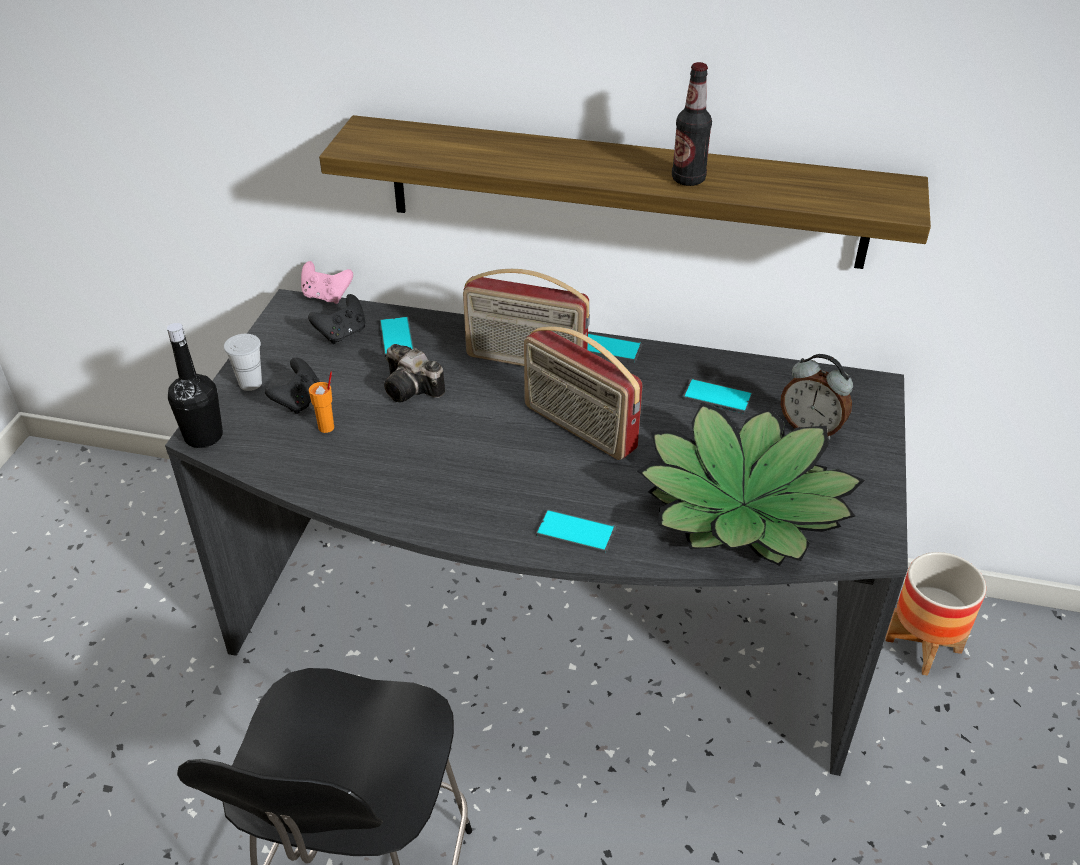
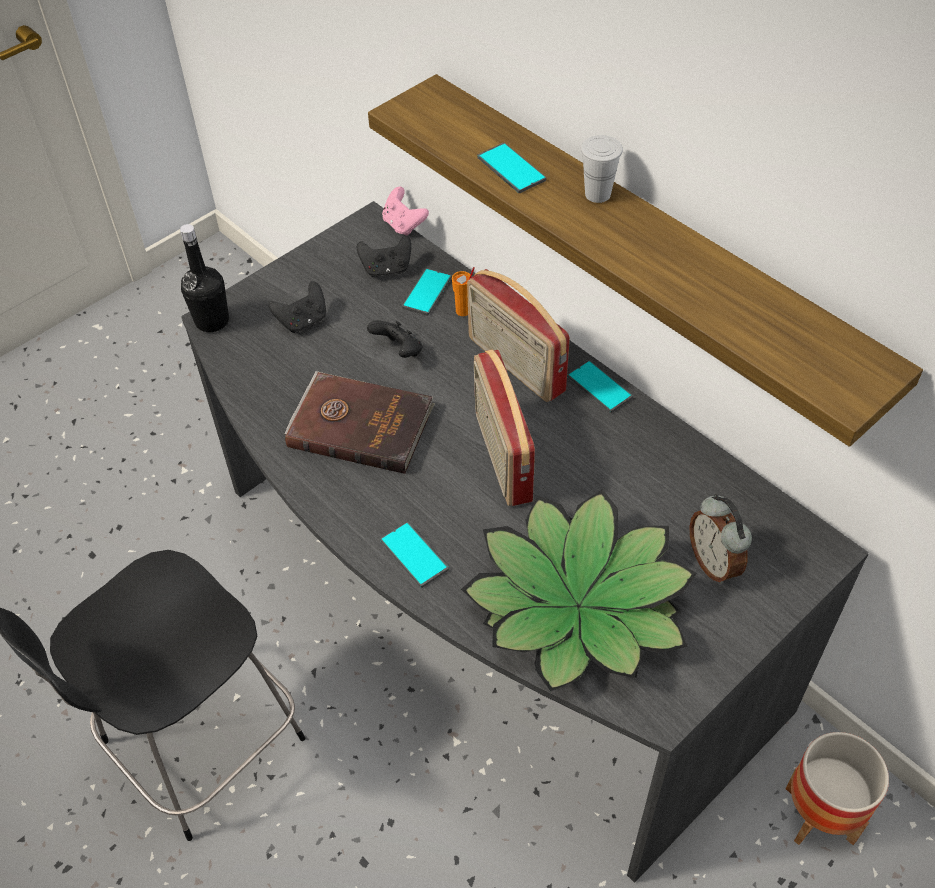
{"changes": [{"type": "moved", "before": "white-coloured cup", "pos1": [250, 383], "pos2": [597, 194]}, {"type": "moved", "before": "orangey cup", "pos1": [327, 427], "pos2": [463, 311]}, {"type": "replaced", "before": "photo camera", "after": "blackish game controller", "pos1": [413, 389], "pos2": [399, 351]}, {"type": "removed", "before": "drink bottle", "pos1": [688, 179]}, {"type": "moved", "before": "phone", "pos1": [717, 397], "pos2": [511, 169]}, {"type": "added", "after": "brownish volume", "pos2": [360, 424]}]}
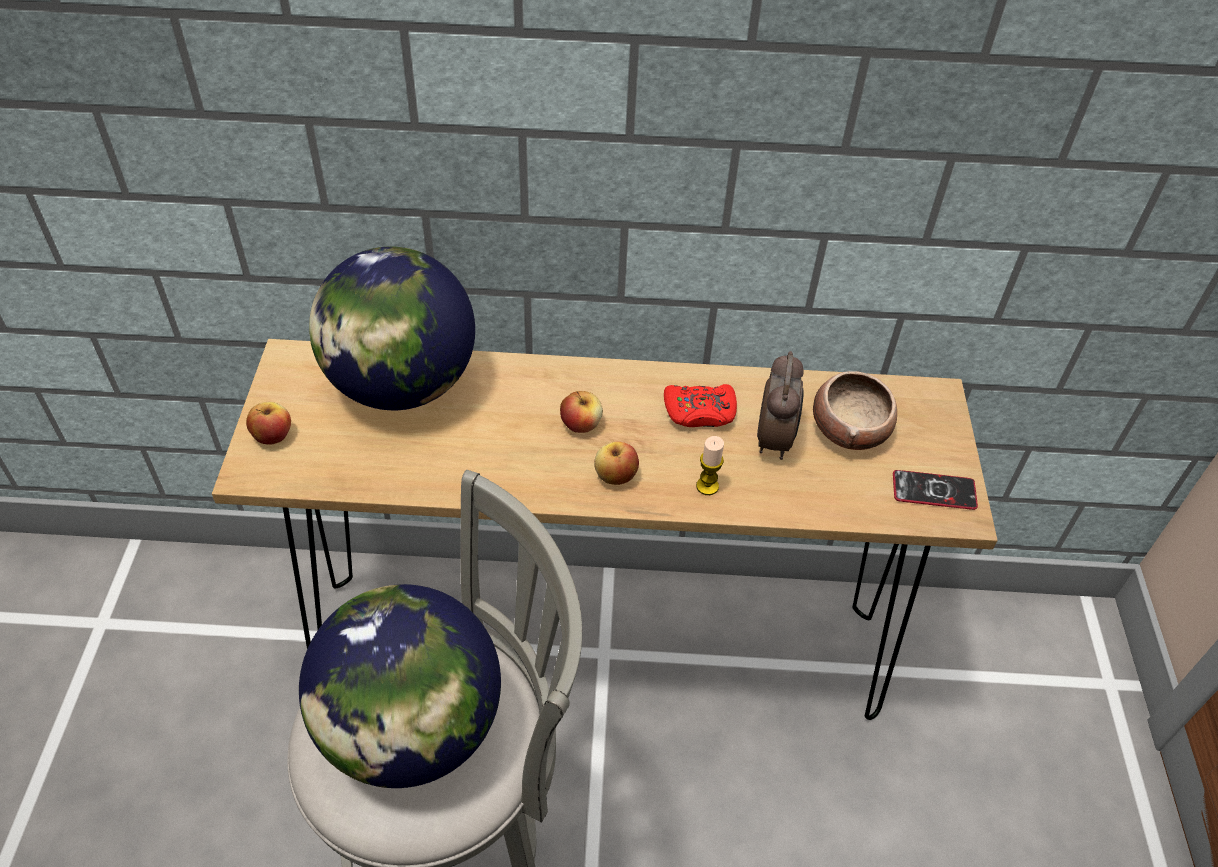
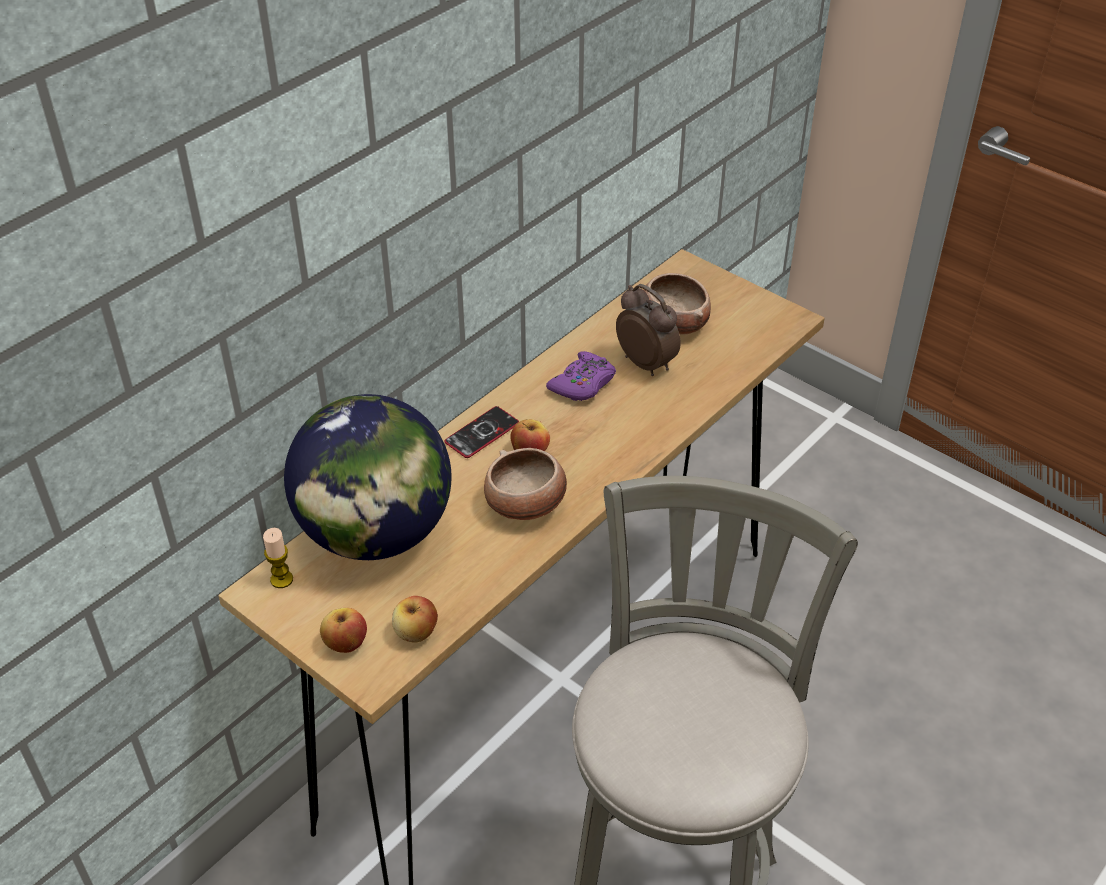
{"changes": [{"type": "removed", "before": "world globe", "pos1": [411, 730]}, {"type": "moved", "before": "apple", "pos1": [615, 476], "pos2": [416, 632]}, {"type": "recoloured", "before": "reddish game controller", "after": "purple-coloured game controller", "pos1": [700, 412], "pos2": [583, 384]}, {"type": "moved", "before": "candle", "pos1": [707, 486], "pos2": [281, 579]}, {"type": "moved", "before": "phone", "pos1": [934, 491], "pos2": [482, 433]}, {"type": "added", "after": "serving bowl", "pos2": [526, 505]}]}
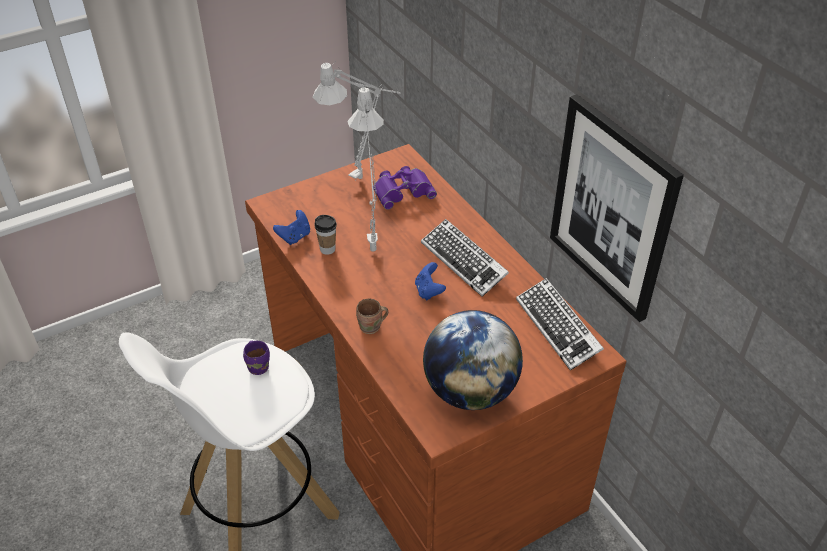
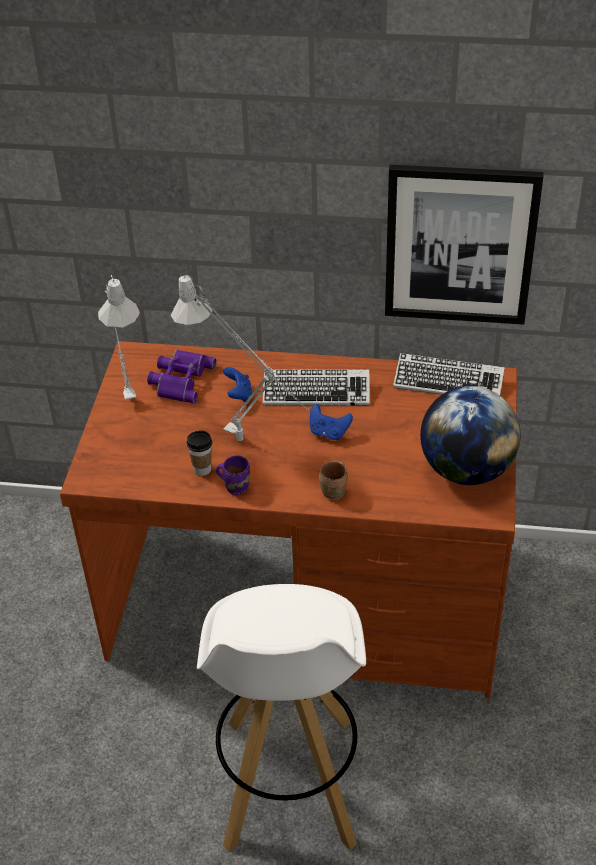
{"changes": [{"type": "moved", "before": "purple-coloured coffee mug", "pos1": [259, 366], "pos2": [236, 486]}, {"type": "moved", "before": "blue game controller", "pos1": [294, 237], "pos2": [239, 395]}]}
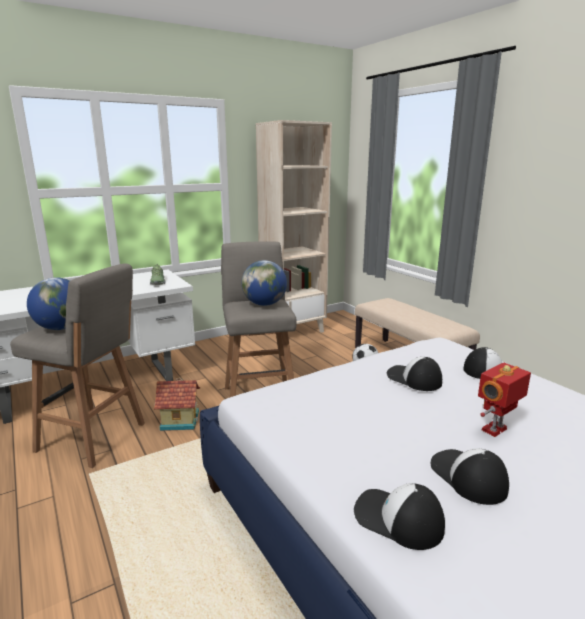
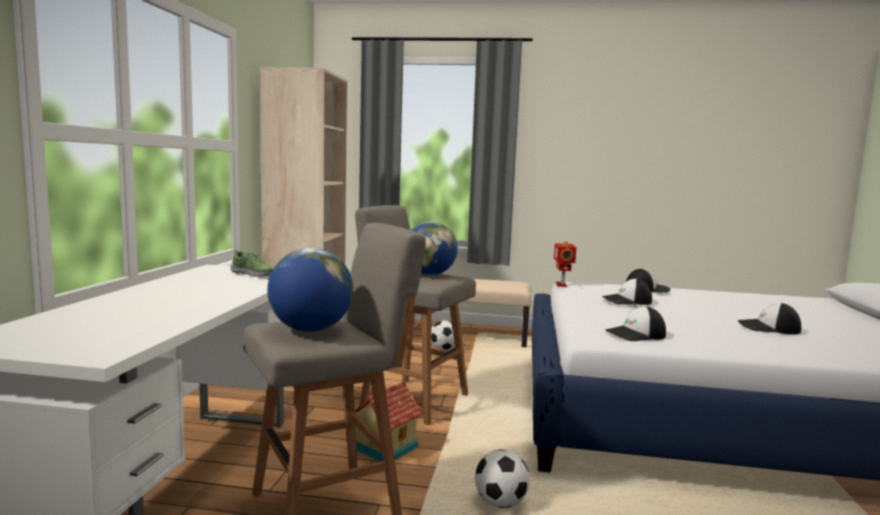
{"changes": [{"type": "moved", "before": "cap", "pos1": [397, 519], "pos2": [635, 334]}, {"type": "moved", "before": "robot figure", "pos1": [496, 430], "pos2": [562, 285]}, {"type": "added", "after": "football ball", "pos2": [500, 503]}]}
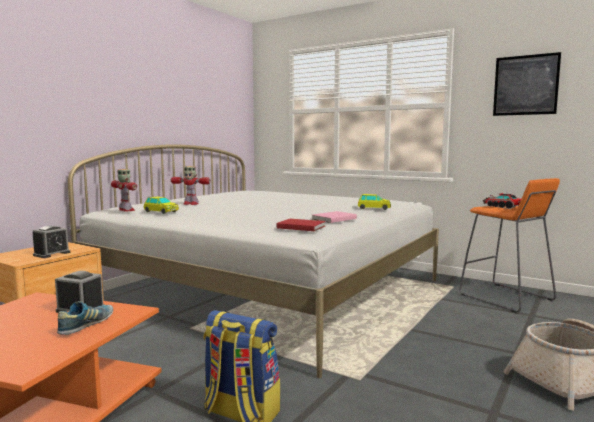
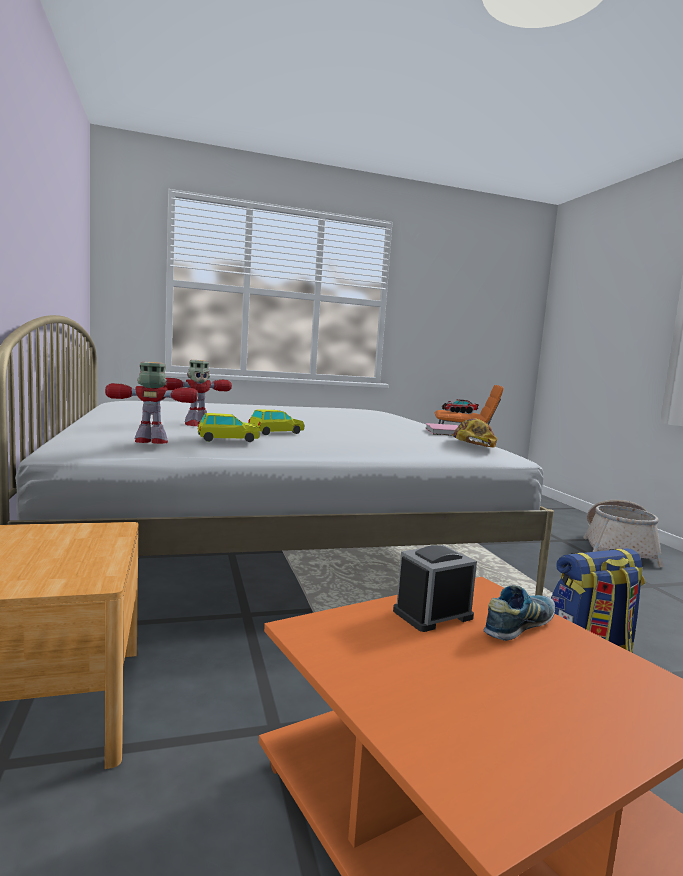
{"changes": [{"type": "removed", "before": "alarm clock", "pos1": [52, 254]}, {"type": "turned", "before": "low shoe", "pos1": [86, 325], "pos2": [519, 626], "turn": 75}, {"type": "replaced", "before": "reddish volume", "after": "cap", "pos1": [300, 227], "pos2": [472, 443]}, {"type": "moved", "before": "miniature car", "pos1": [374, 208], "pos2": [276, 432]}, {"type": "removed", "before": "picture", "pos1": [525, 85]}]}
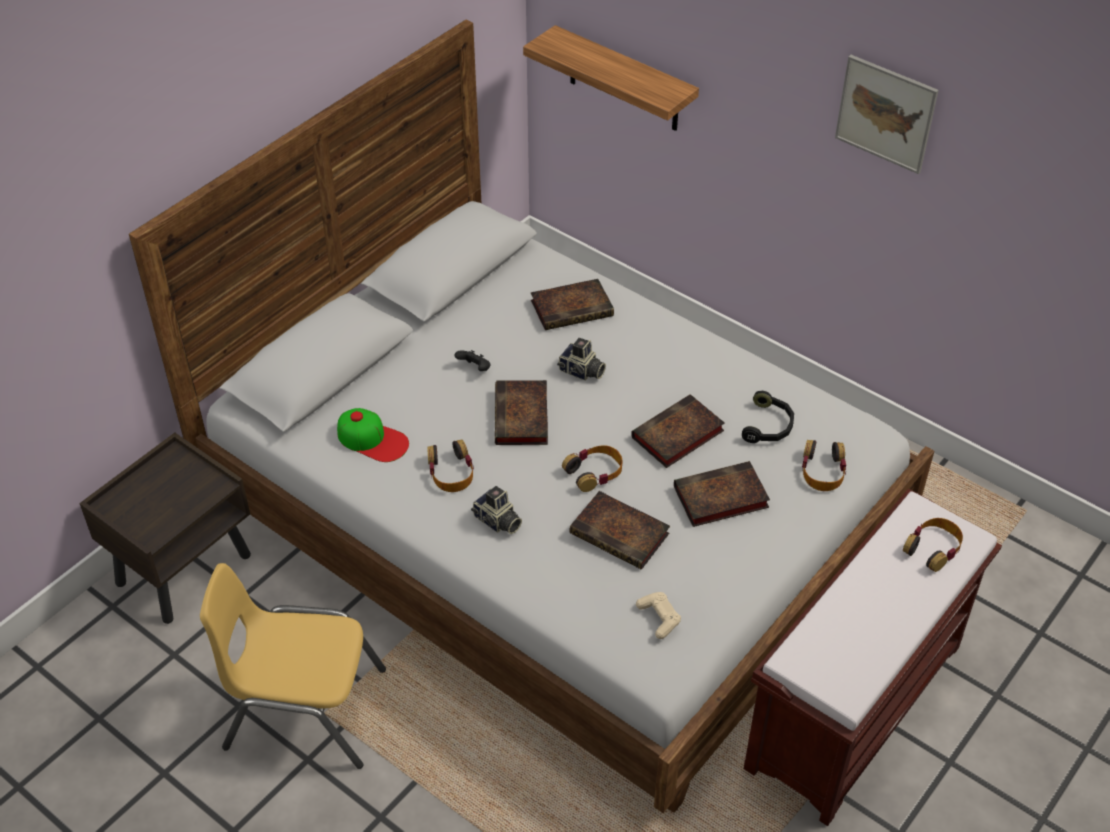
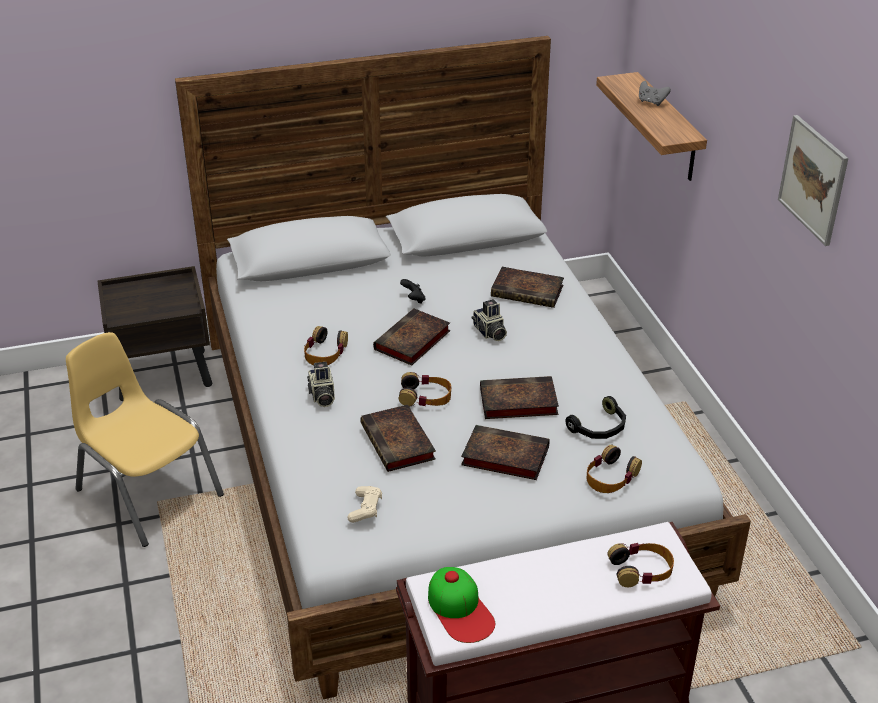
{"changes": [{"type": "moved", "before": "cap", "pos1": [372, 439], "pos2": [460, 609]}, {"type": "added", "after": "grey game controller", "pos2": [651, 102]}]}
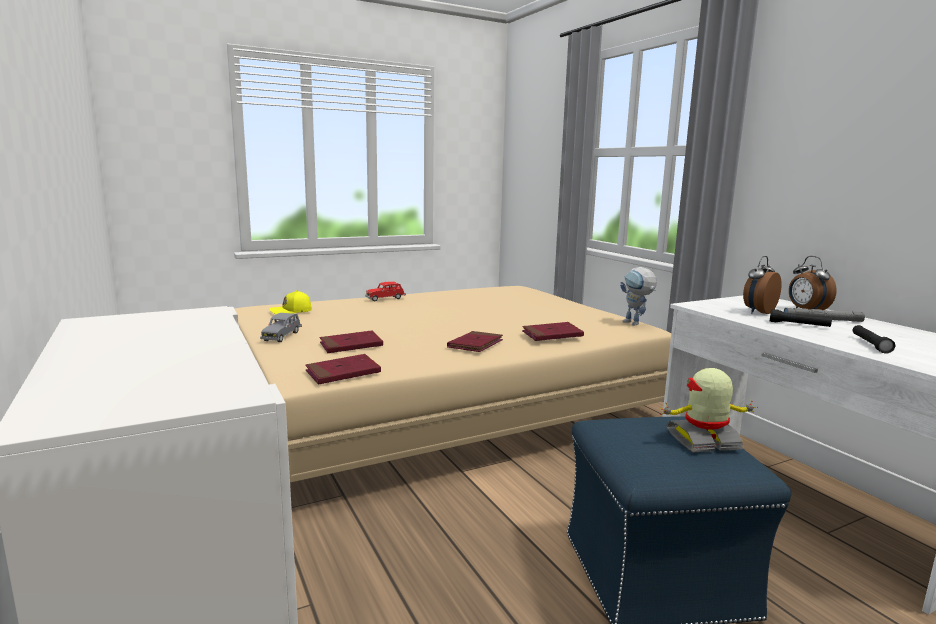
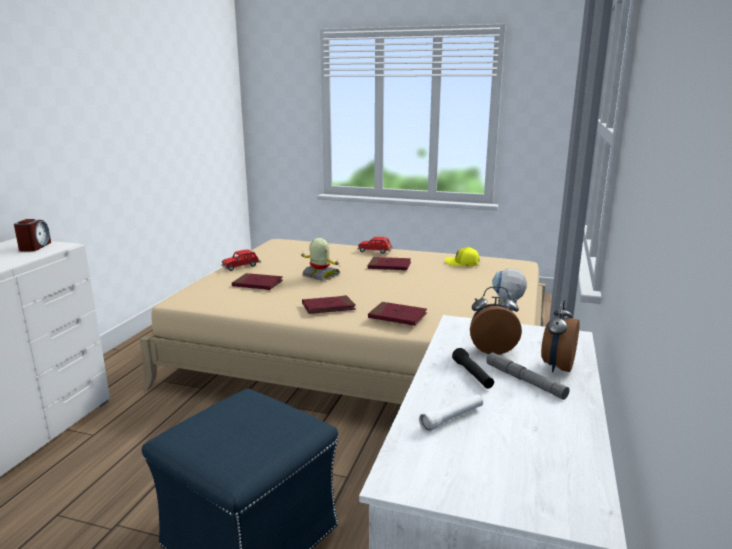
{"changes": [{"type": "recoloured", "before": "grey miniature car", "after": "reddish miniature car", "pos1": [282, 336], "pos2": [241, 267]}, {"type": "moved", "before": "yellow cap", "pos1": [291, 311], "pos2": [462, 263]}, {"type": "moved", "before": "reddish volume", "pos1": [343, 373], "pos2": [389, 266]}, {"type": "moved", "before": "robot figure", "pos1": [703, 441], "pos2": [320, 275]}, {"type": "recoloured", "before": "blackish flashlight", "after": "white-coloured flashlight", "pos1": [870, 344], "pos2": [452, 419]}, {"type": "added", "after": "alarm clock", "pos2": [35, 247]}]}
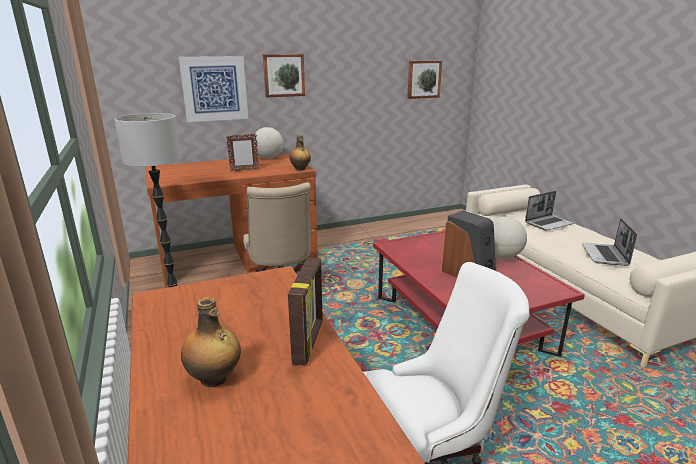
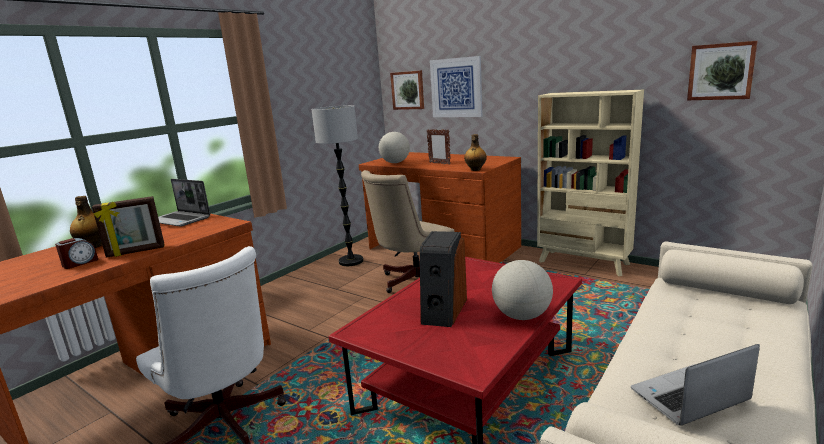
{"changes": [{"type": "moved", "before": "world globe", "pos1": [268, 158], "pos2": [395, 163]}, {"type": "moved", "before": "picture", "pos1": [284, 75], "pos2": [408, 90]}, {"type": "moved", "before": "portable computer", "pos1": [548, 223], "pos2": [180, 220]}, {"type": "added", "after": "alarm clock", "pos2": [80, 263]}, {"type": "added", "after": "beige bookcase", "pos2": [583, 263]}]}
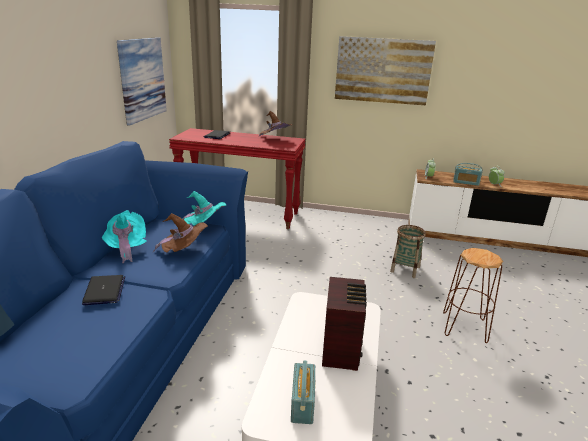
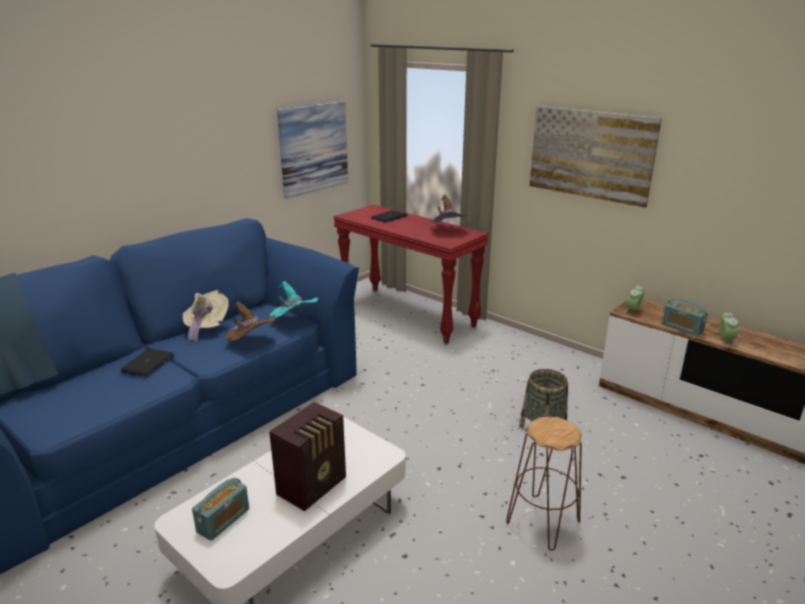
{"changes": [{"type": "recoloured", "before": "turquoise wearable hat", "after": "beige wearable hat", "pos1": [125, 248], "pos2": [205, 327]}]}
